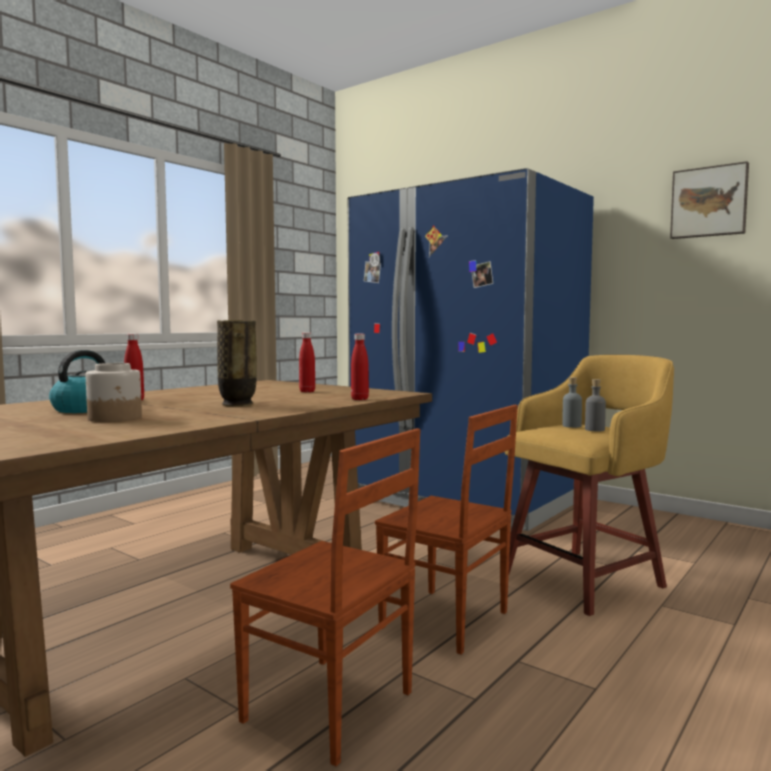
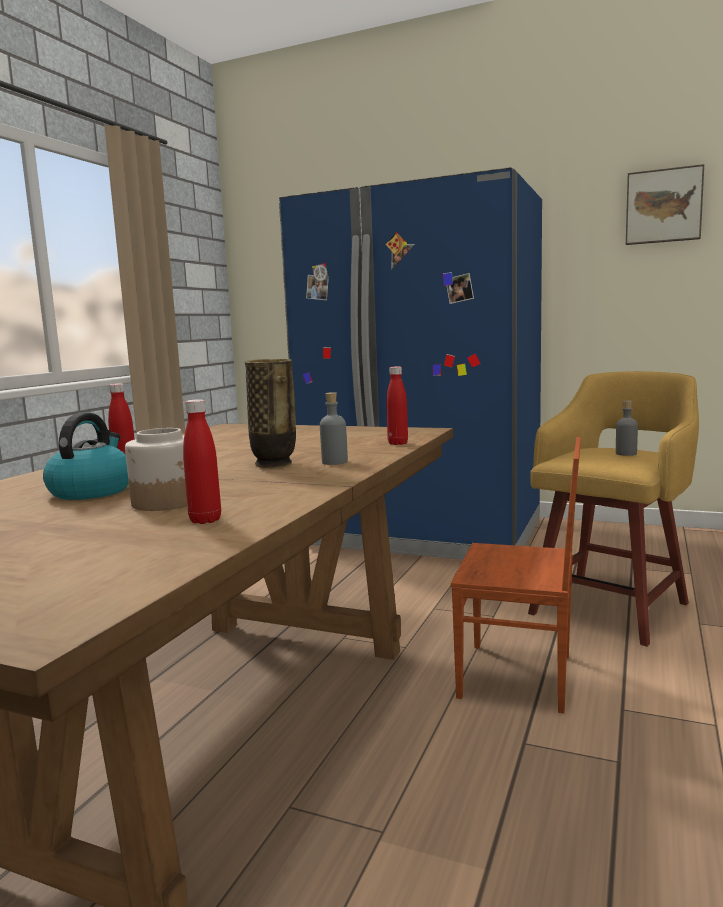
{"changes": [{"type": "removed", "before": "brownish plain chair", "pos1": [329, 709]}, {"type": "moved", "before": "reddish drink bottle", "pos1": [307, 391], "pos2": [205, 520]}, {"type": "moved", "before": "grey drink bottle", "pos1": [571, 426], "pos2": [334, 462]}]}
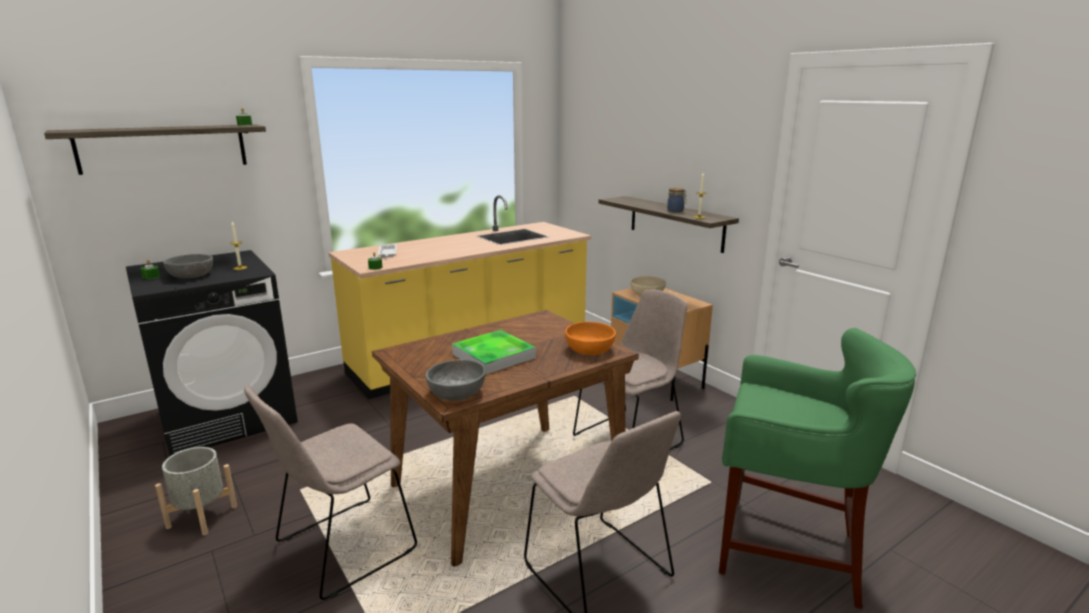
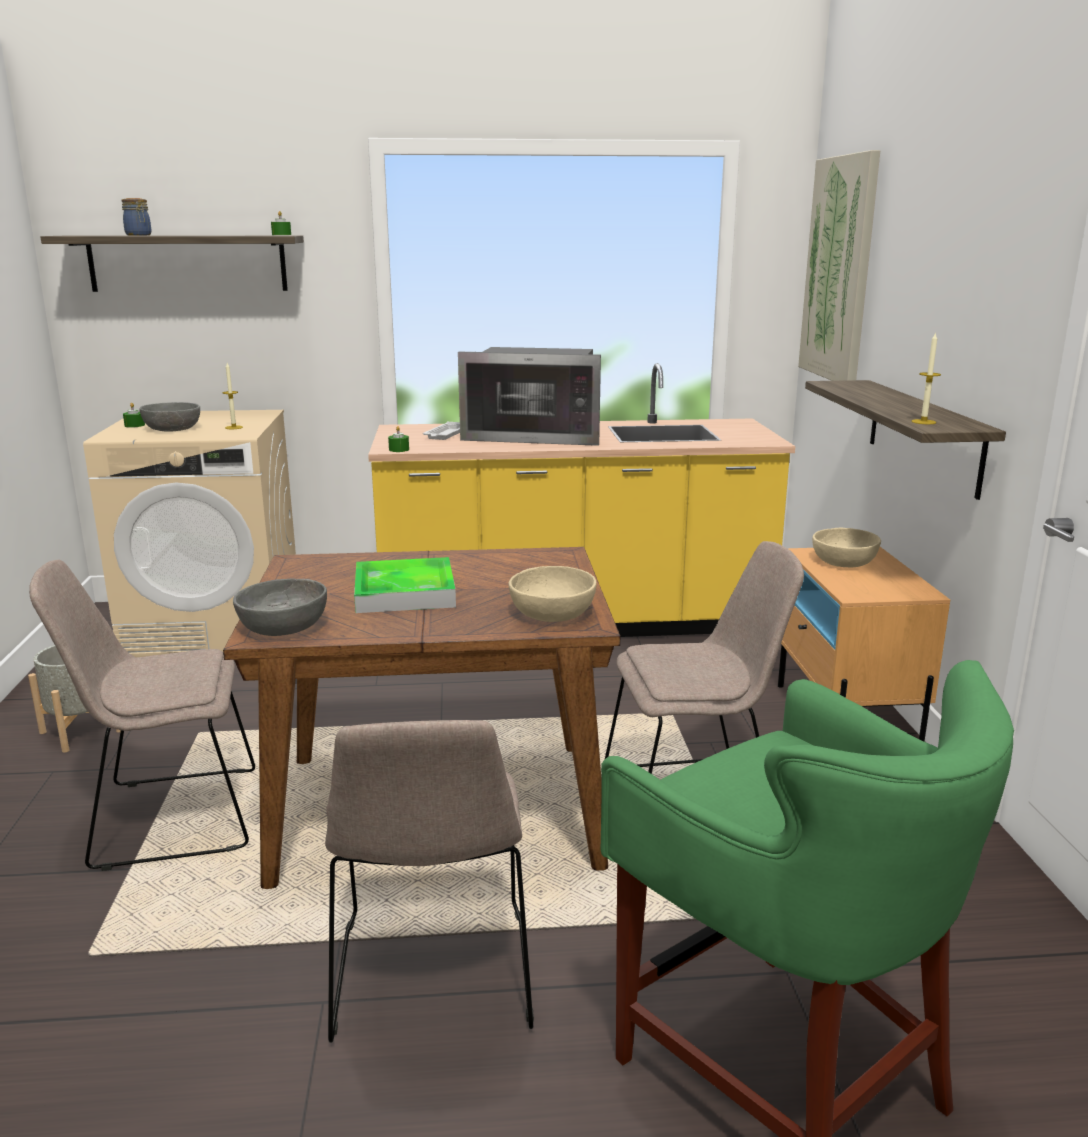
{"changes": [{"type": "recoloured", "before": "blackish laundry machine", "after": "beige laundry machine", "pos1": [228, 416], "pos2": [216, 626]}, {"type": "recoloured", "before": "orangey serving bowl", "after": "beige serving bowl", "pos1": [590, 349], "pos2": [552, 613]}, {"type": "moved", "before": "jar", "pos1": [676, 211], "pos2": [139, 235]}, {"type": "added", "after": "kitchen microwave", "pos2": [535, 435]}, {"type": "added", "after": "picture", "pos2": [839, 269]}]}
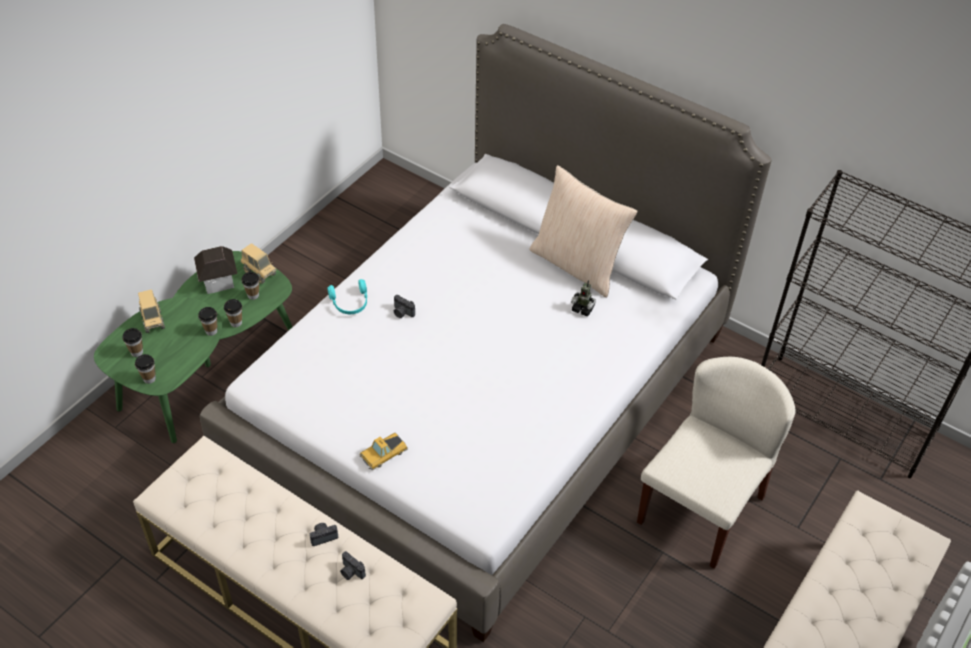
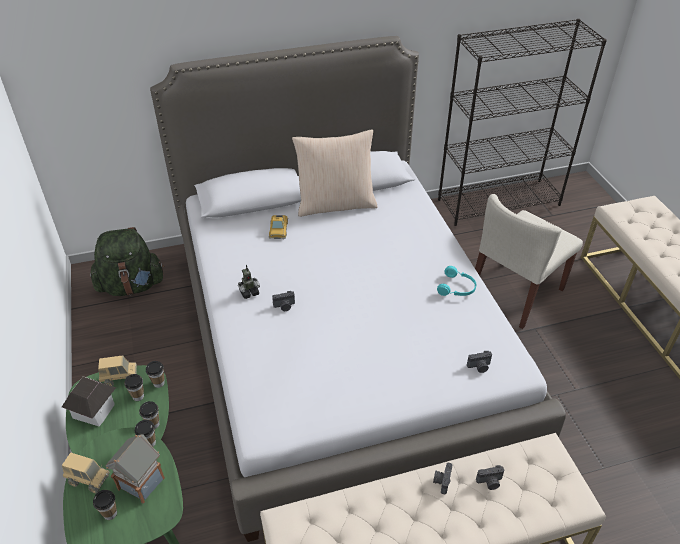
{"changes": [{"type": "moved", "before": "cup", "pos1": [149, 379], "pos2": [159, 383]}, {"type": "moved", "before": "turquoise headset", "pos1": [350, 303], "pos2": [457, 288]}, {"type": "moved", "before": "miniature car", "pos1": [383, 453], "pos2": [278, 229]}, {"type": "moved", "before": "robot figure", "pos1": [583, 308], "pos2": [249, 292]}, {"type": "turned", "before": "beige plain chair", "pos1": [700, 508], "pos2": [516, 293], "turn": -120}, {"type": "added", "after": "greenish backpack", "pos2": [131, 286]}, {"type": "added", "after": "toy house", "pos2": [141, 482]}, {"type": "added", "after": "photo camera", "pos2": [479, 367]}]}
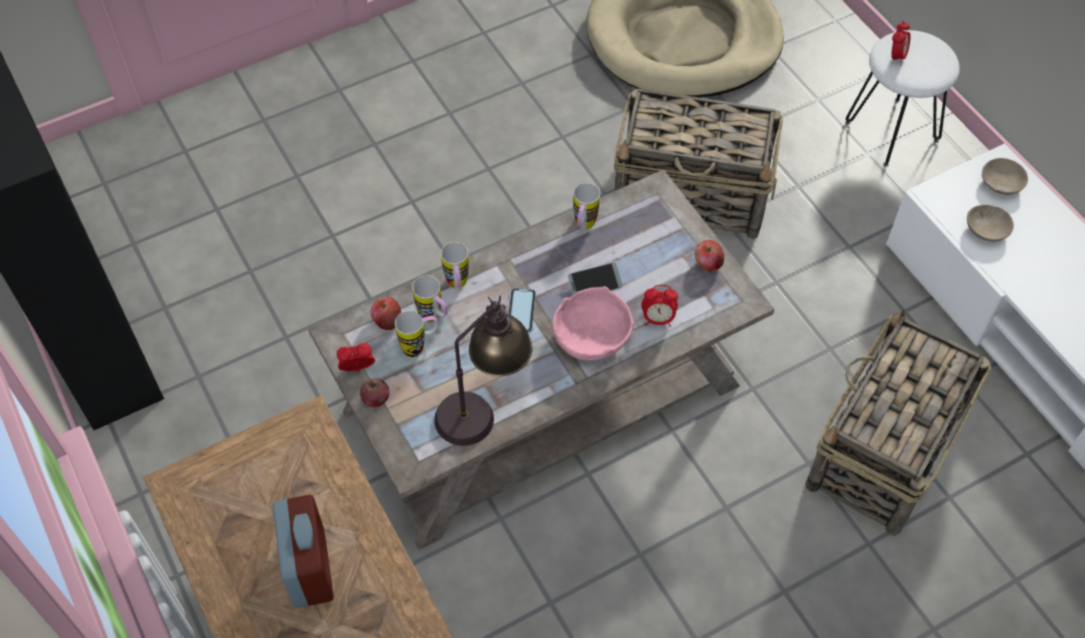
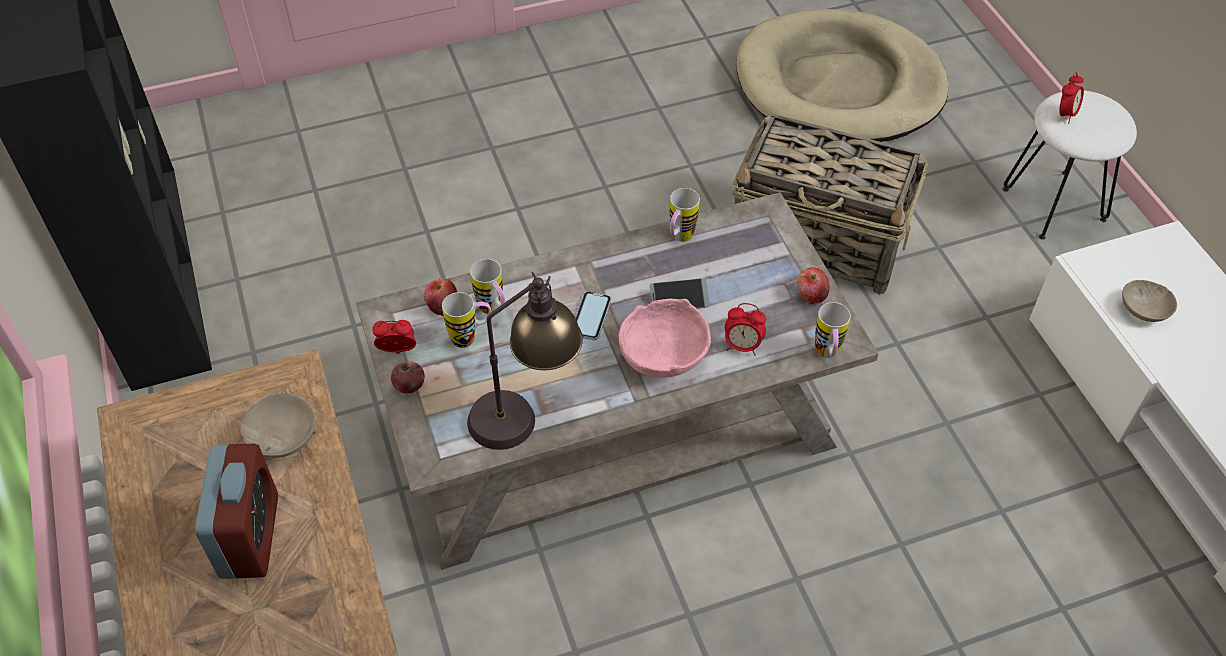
{"changes": [{"type": "moved", "before": "coffee mug", "pos1": [457, 286], "pos2": [827, 355]}, {"type": "removed", "before": "household basket", "pos1": [883, 451]}, {"type": "moved", "before": "beige serving bowl", "pos1": [1002, 183], "pos2": [285, 436]}]}
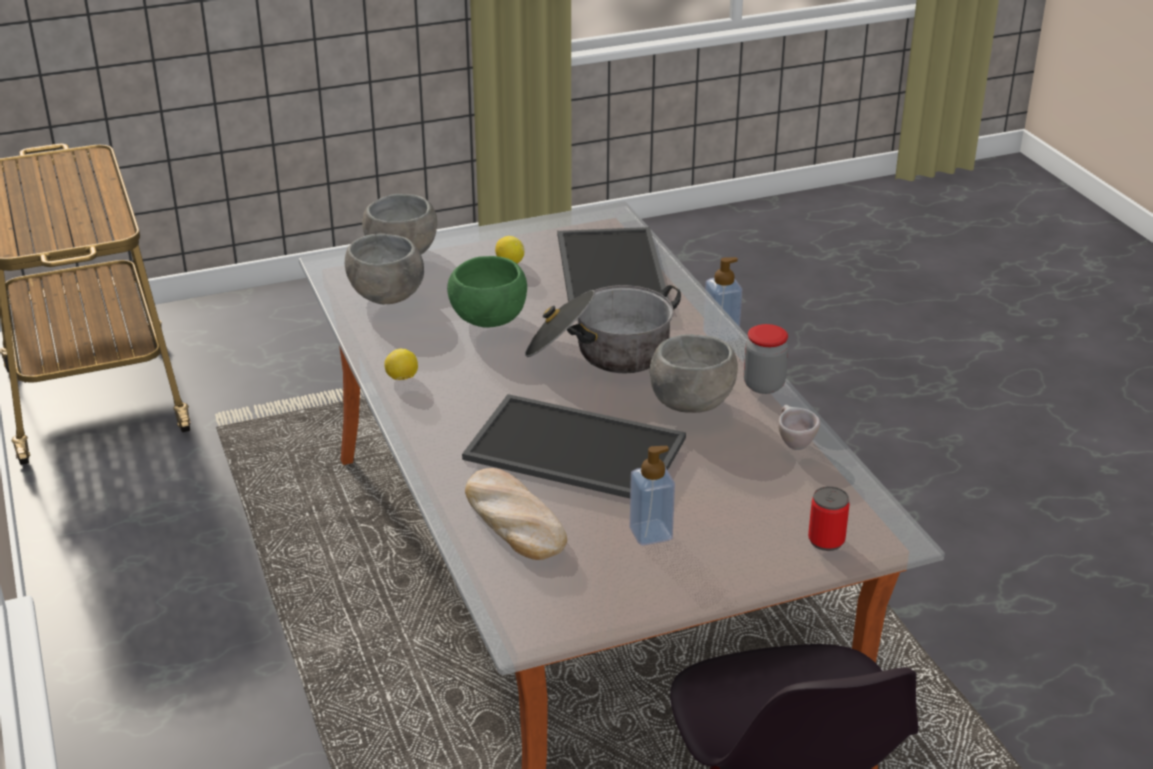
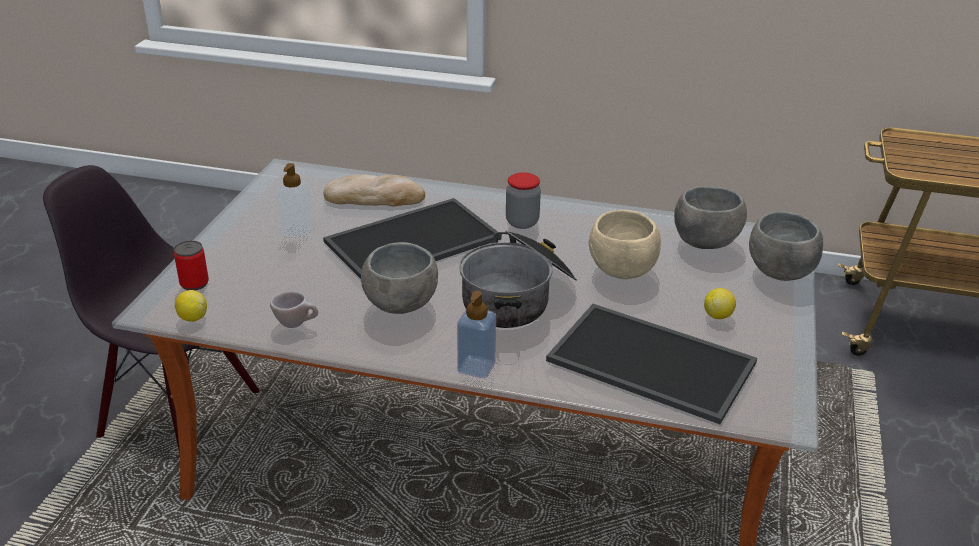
{"changes": [{"type": "moved", "before": "citrus fruit", "pos1": [402, 378], "pos2": [193, 318]}, {"type": "recoloured", "before": "greenish serving bowl", "after": "beige serving bowl", "pos1": [490, 320], "pos2": [622, 271]}, {"type": "moved", "before": "jar", "pos1": [764, 385], "pos2": [522, 222]}]}
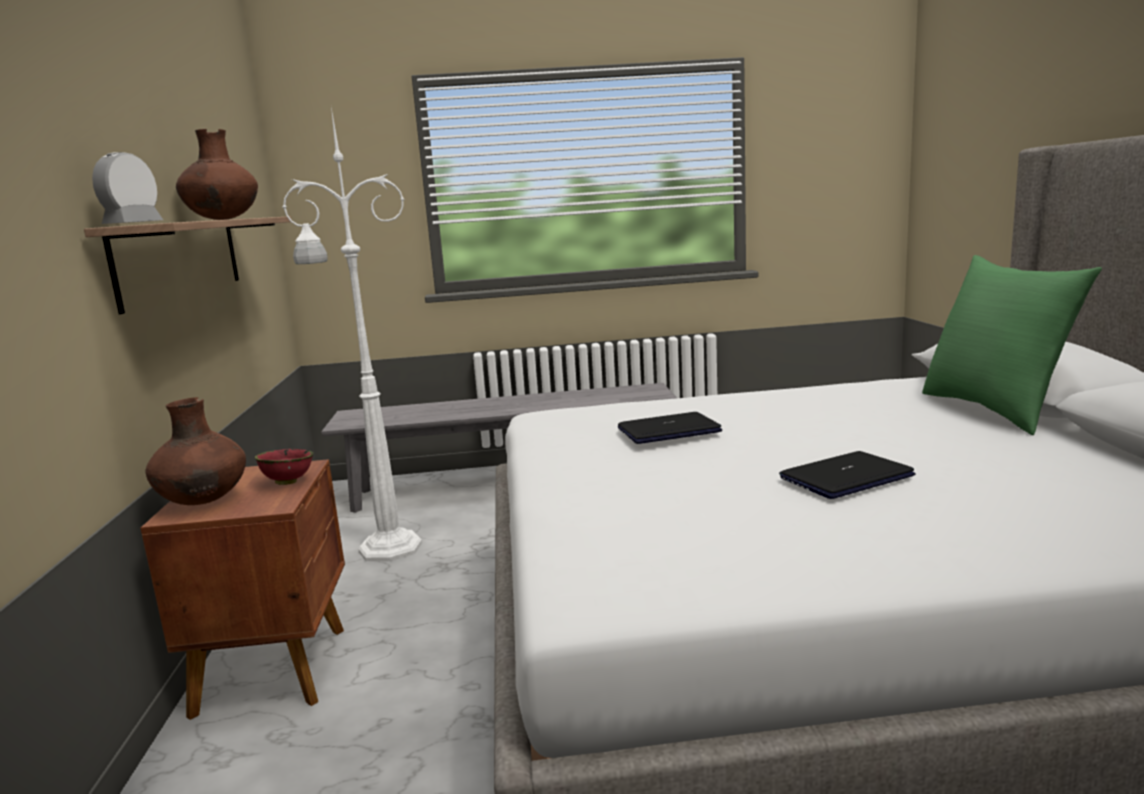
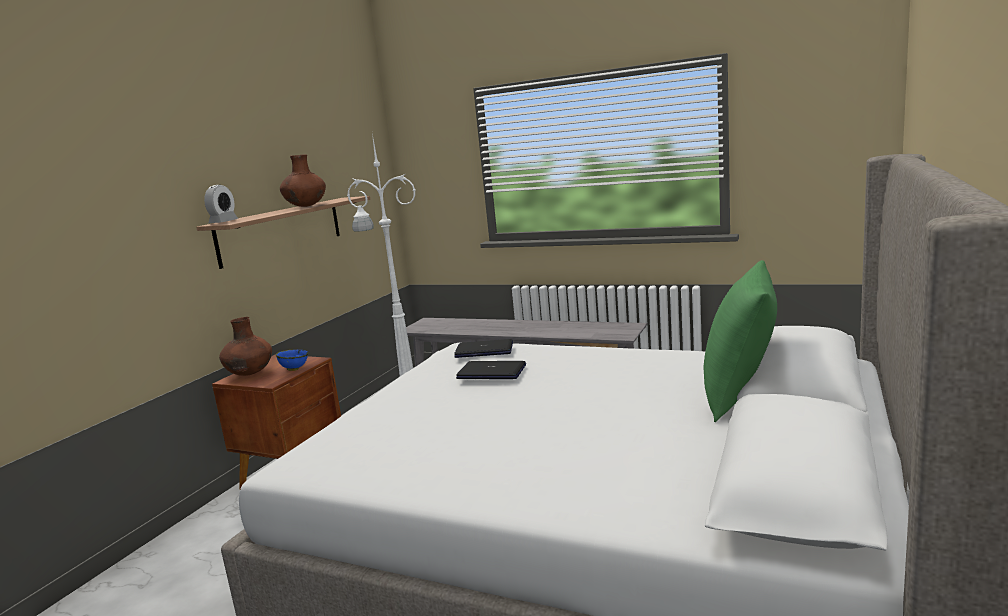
{"changes": [{"type": "turned", "before": "alarm clock", "pos1": [133, 224], "pos2": [223, 222], "turn": 150}, {"type": "recoloured", "before": "reddish serving bowl", "after": "blue serving bowl", "pos1": [287, 482], "pos2": [294, 369]}, {"type": "moved", "before": "portable computer", "pos1": [846, 477], "pos2": [484, 350]}]}
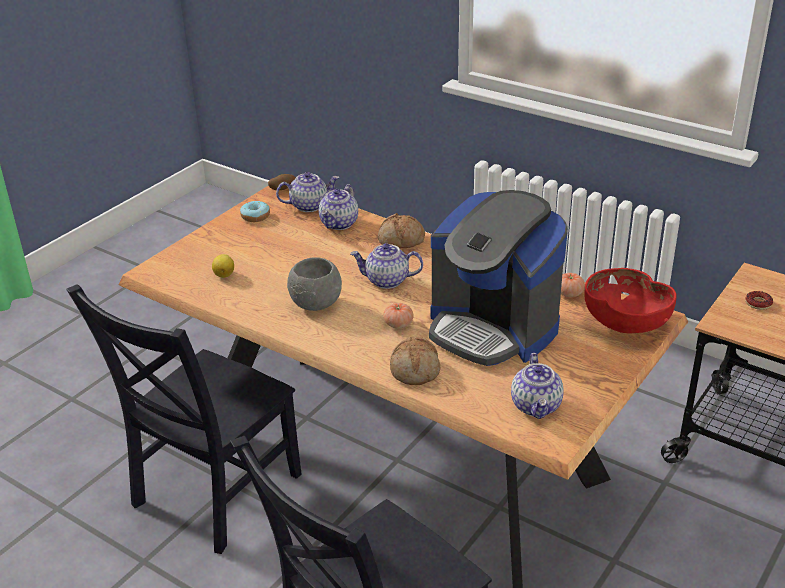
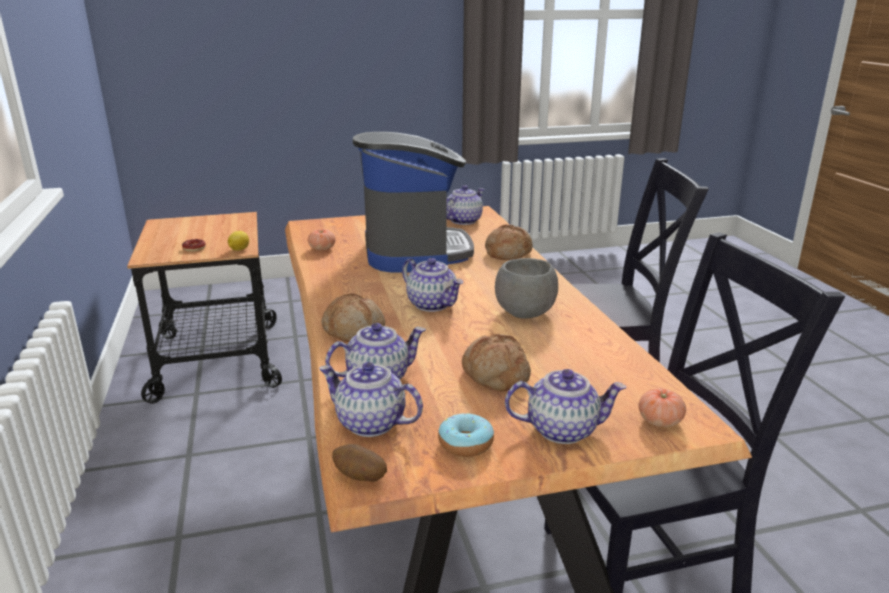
{"changes": [{"type": "moved", "before": "citrus fruit", "pos1": [224, 274], "pos2": [239, 249]}, {"type": "moved", "before": "whole tomato", "pos1": [398, 324], "pos2": [659, 421]}, {"type": "removed", "before": "reddish serving bowl", "pos1": [624, 323]}, {"type": "added", "after": "bread", "pos2": [494, 375]}, {"type": "added", "after": "teapot", "pos2": [562, 429]}]}
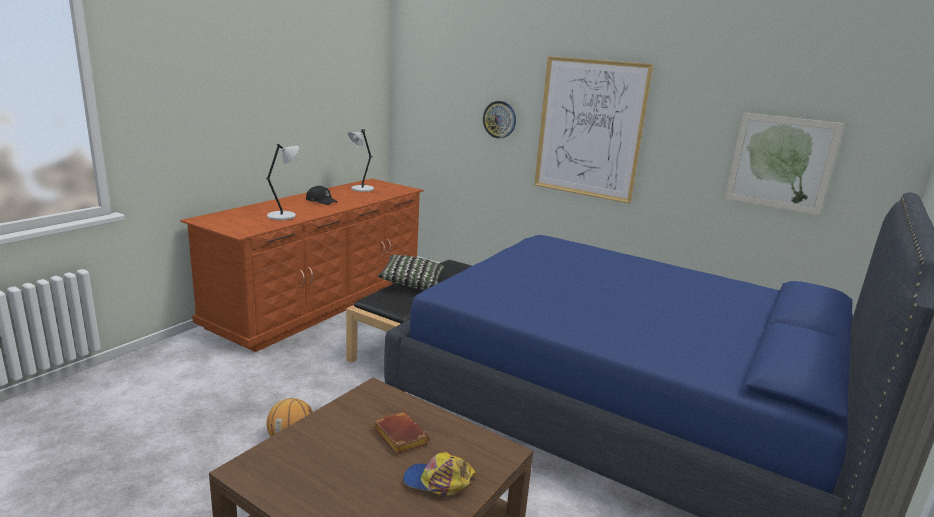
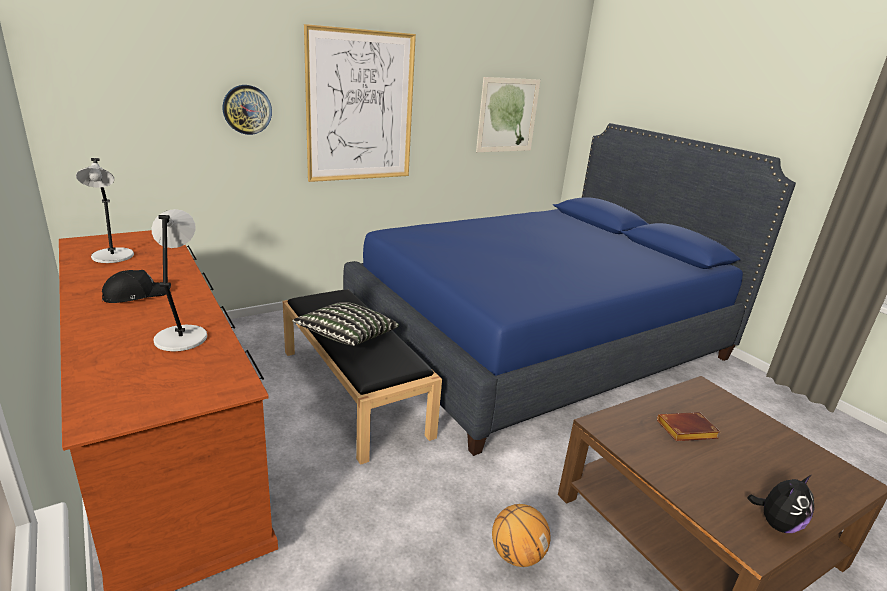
{"changes": [{"type": "removed", "before": "cap", "pos1": [438, 482]}, {"type": "added", "after": "cuddly toy", "pos2": [776, 524]}]}
